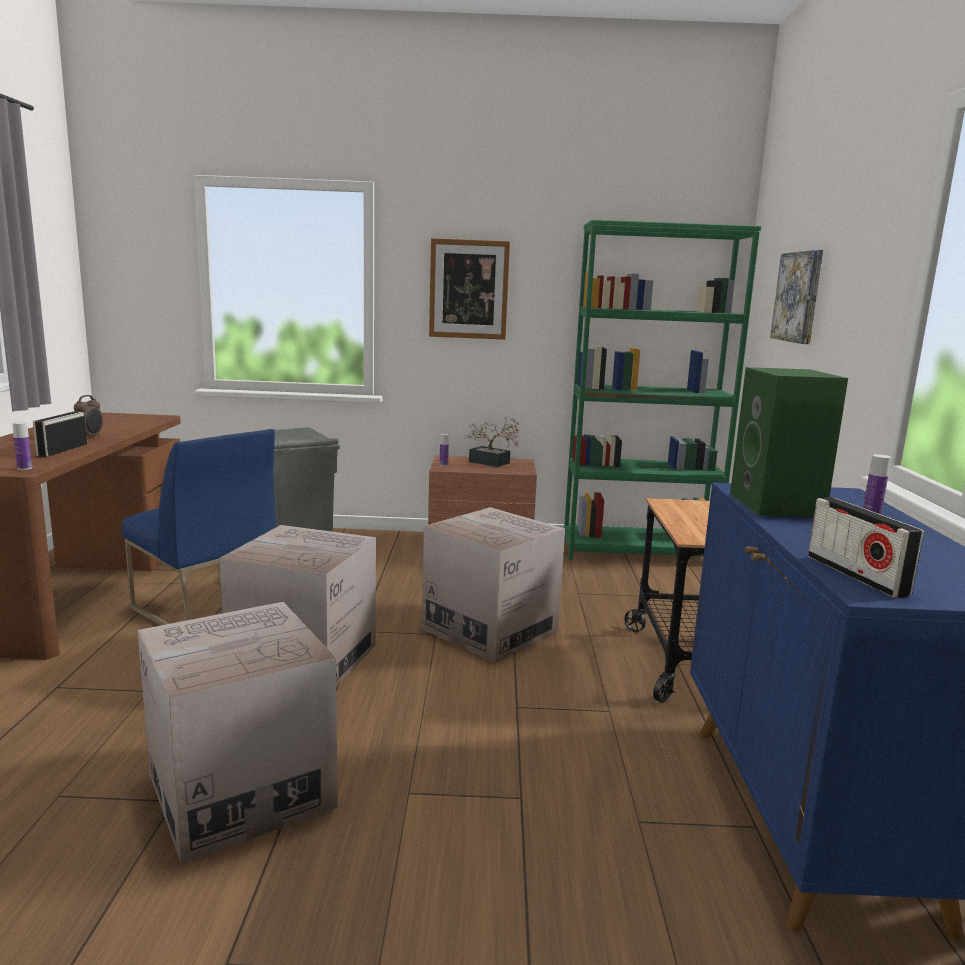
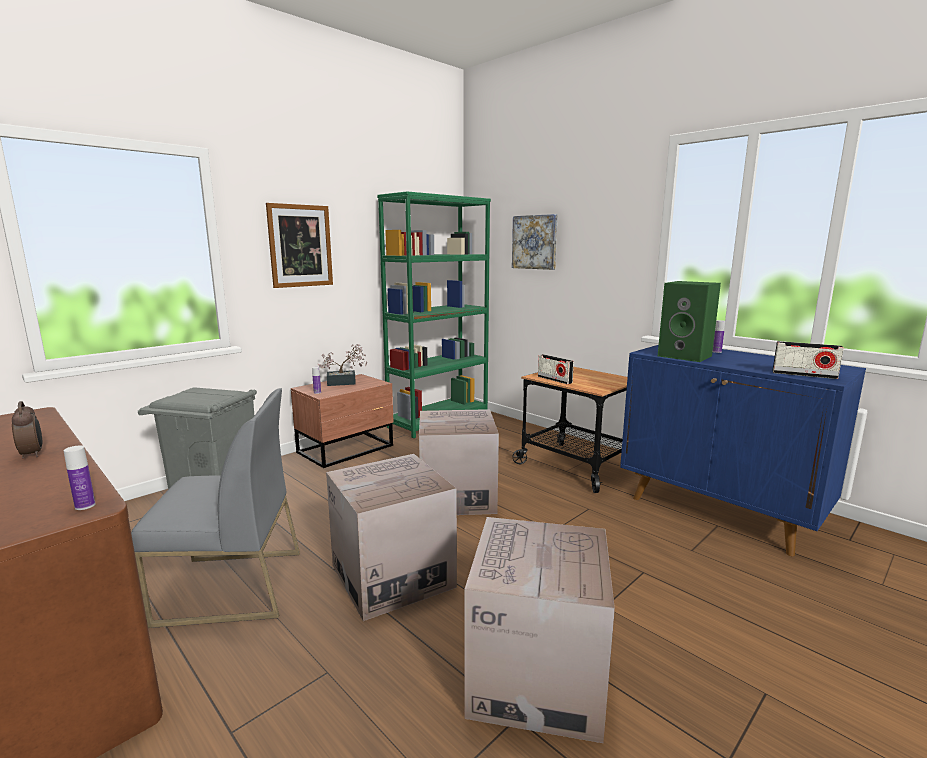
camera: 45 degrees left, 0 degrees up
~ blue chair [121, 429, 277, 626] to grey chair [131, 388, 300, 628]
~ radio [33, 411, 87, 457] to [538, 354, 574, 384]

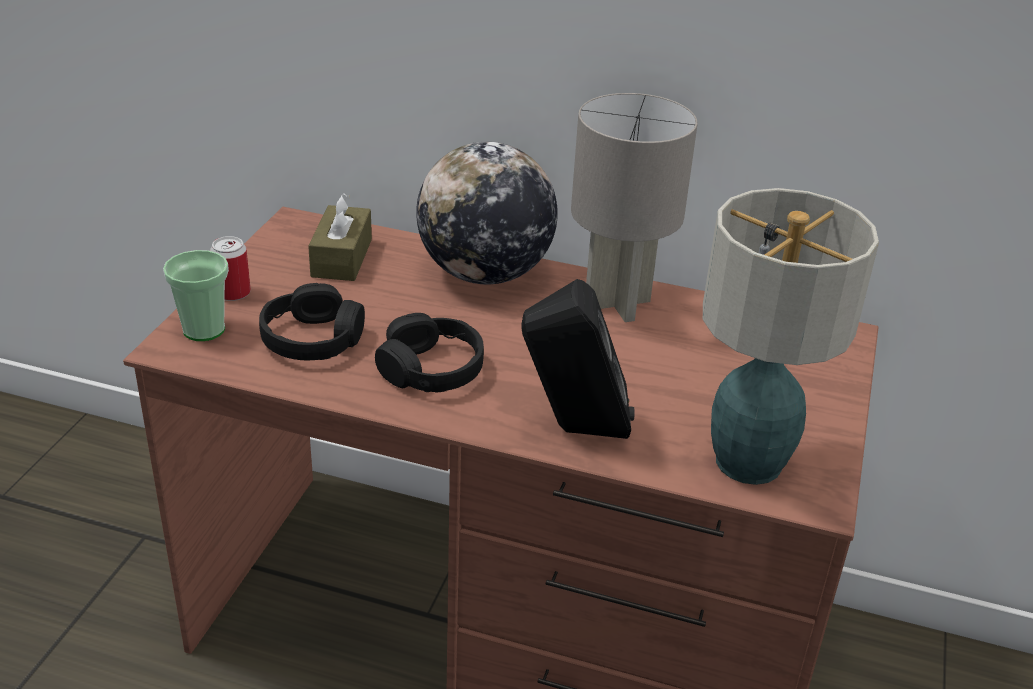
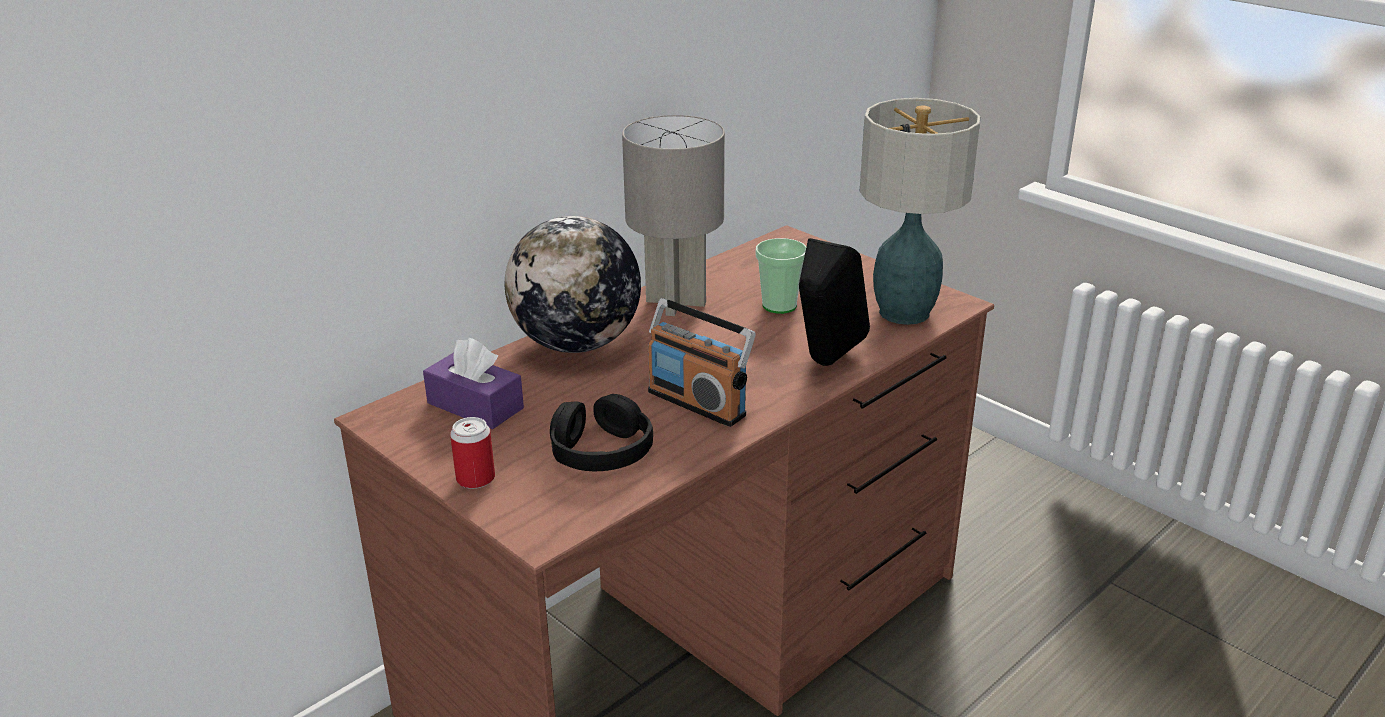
camera: 60 degrees left, 5 degrees down
~ brown tissue box [308, 193, 372, 281] to purple tissue box [423, 338, 524, 429]
~ black headphones [375, 313, 484, 393] to radio [648, 298, 756, 427]
~ cup [163, 250, 229, 341] to [756, 238, 806, 314]

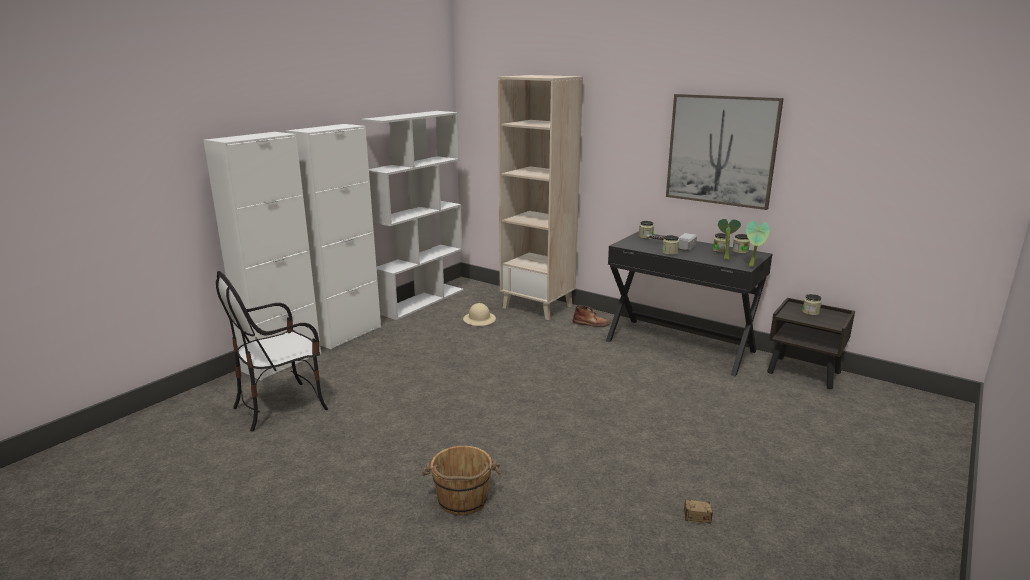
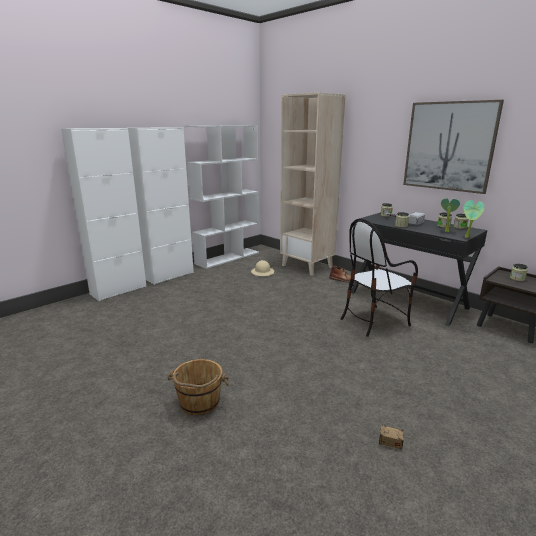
camera: 10 degrees right, 0 degrees up
~ chair [216, 271, 328, 432] to [341, 219, 418, 337]

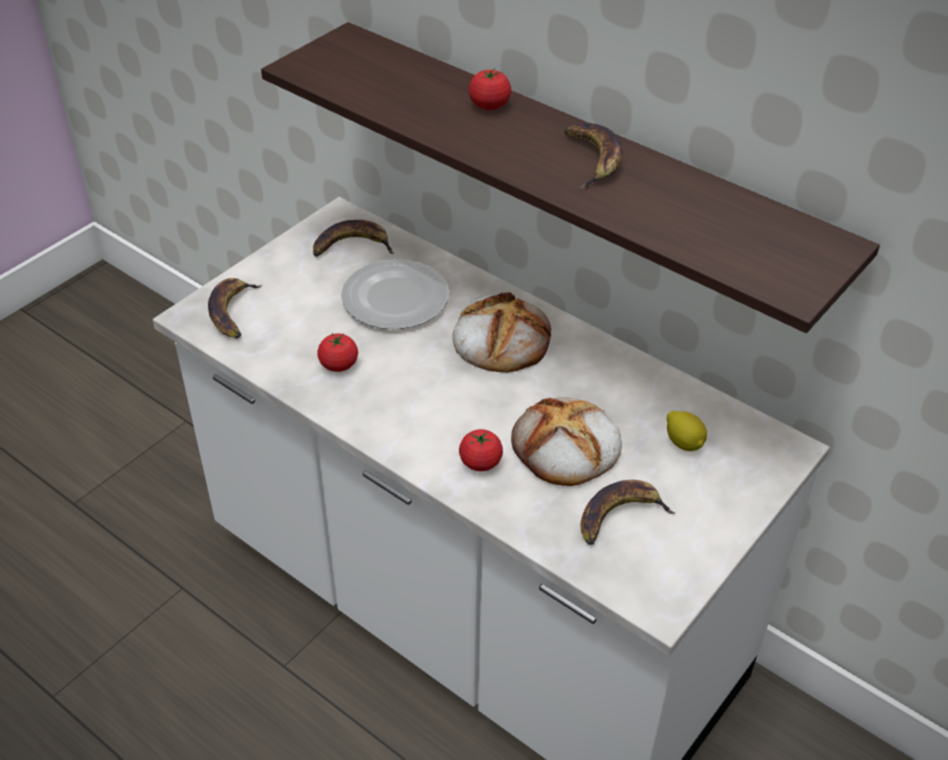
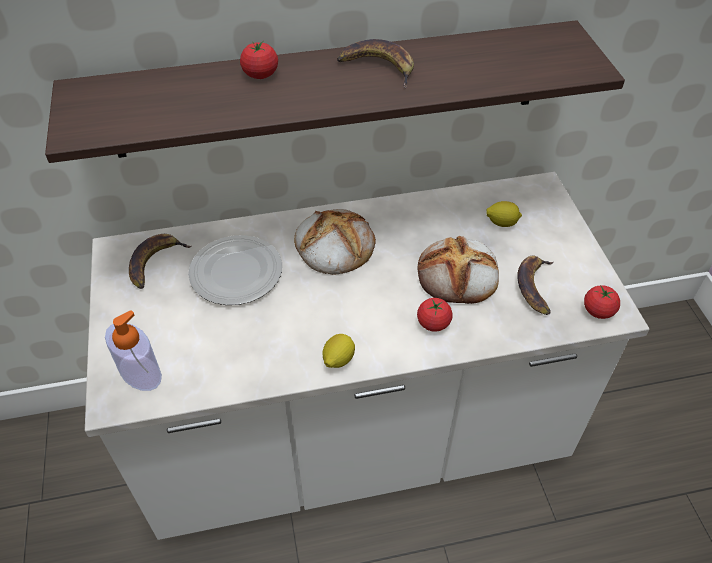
camera: 50 degrees left, 5 degrees up
~ banana [208, 278, 262, 339] to soap dispenser [105, 310, 162, 391]
+ lemon [322, 334, 355, 368]
~ tomato [317, 333, 358, 372] to [584, 285, 620, 319]

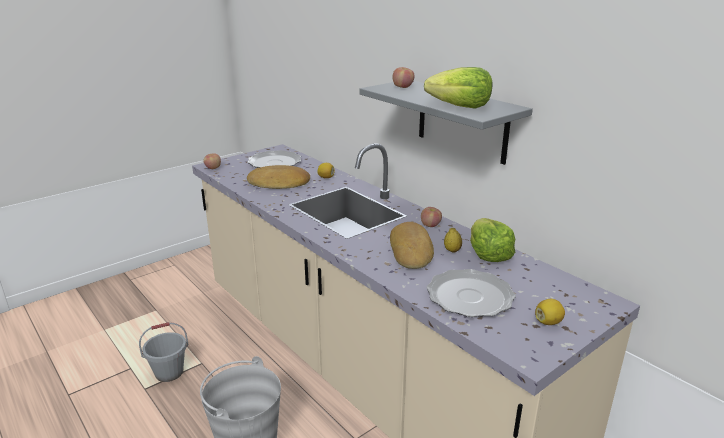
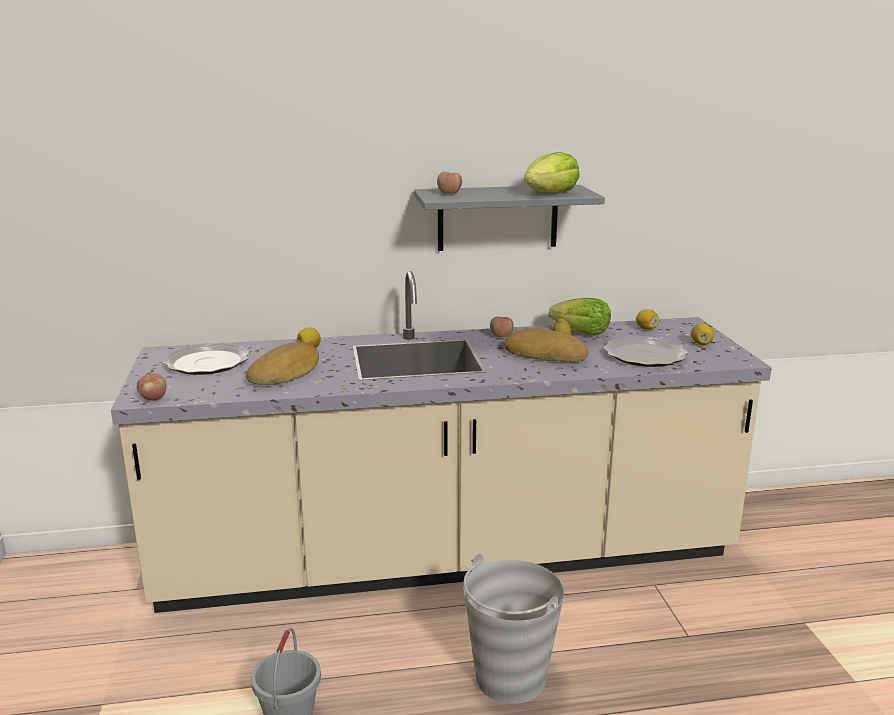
camera: 60 degrees left, 5 degrees down
+ lemon [636, 309, 659, 330]

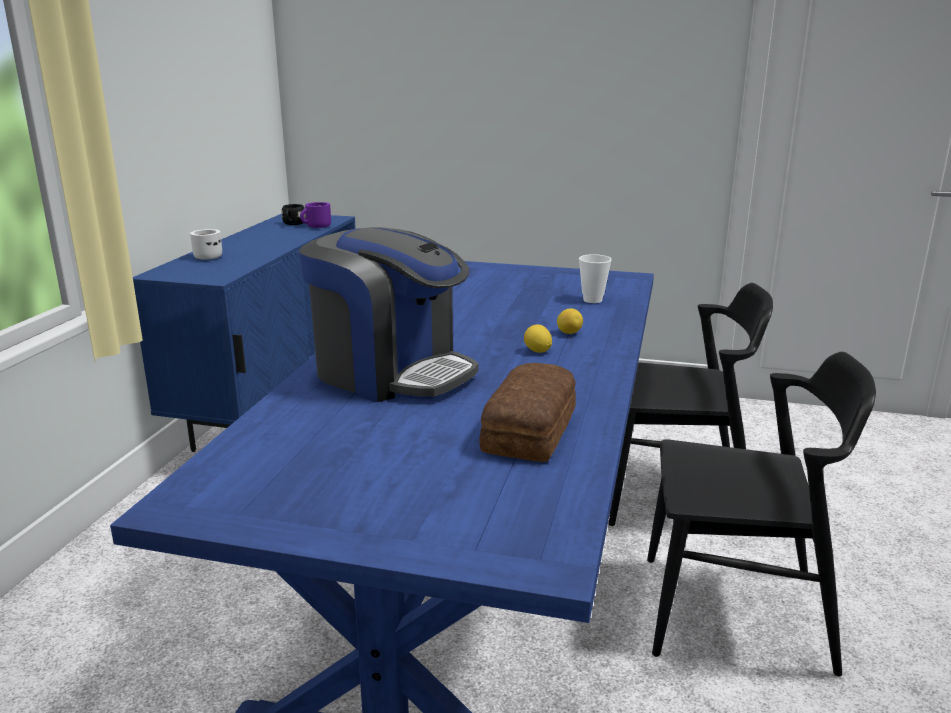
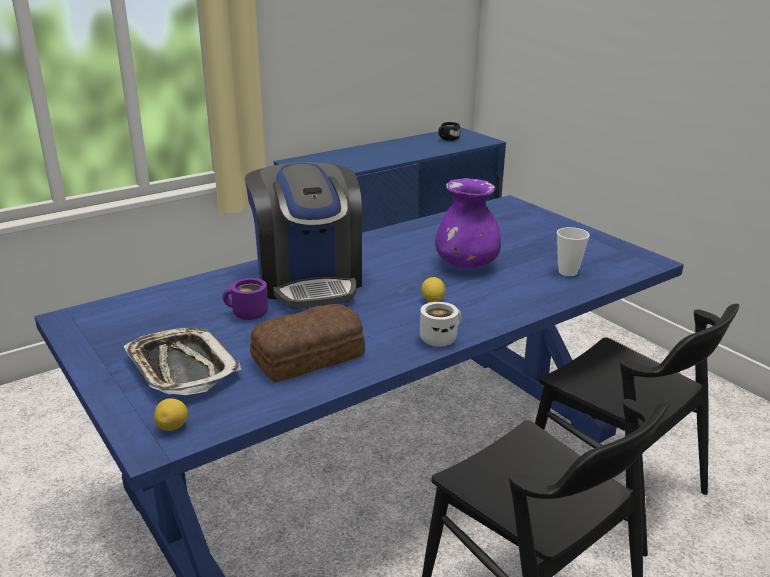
camera: 40 degrees right, 5 degrees up
+ tray [123, 327, 241, 395]
~ lemon [557, 309, 583, 334] to [154, 398, 188, 431]
~ purple mug [300, 202, 331, 228] to [223, 278, 268, 320]
~ white mug [190, 229, 222, 260] to [420, 302, 461, 347]
+ purple vase [435, 178, 501, 268]

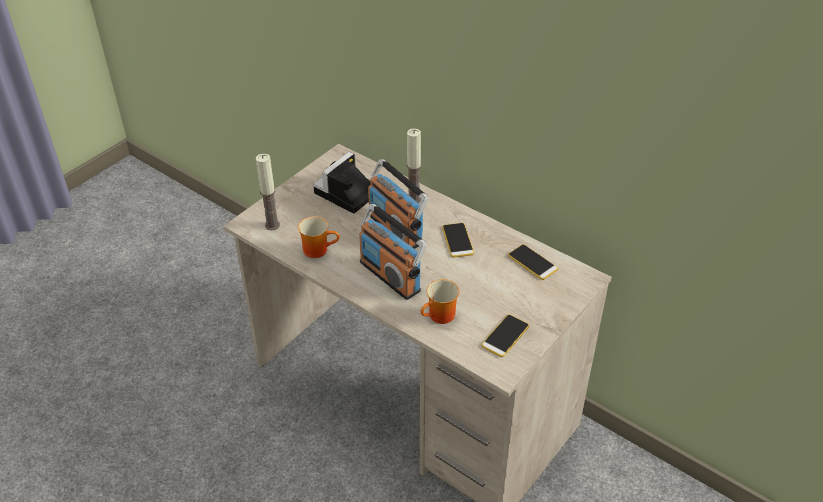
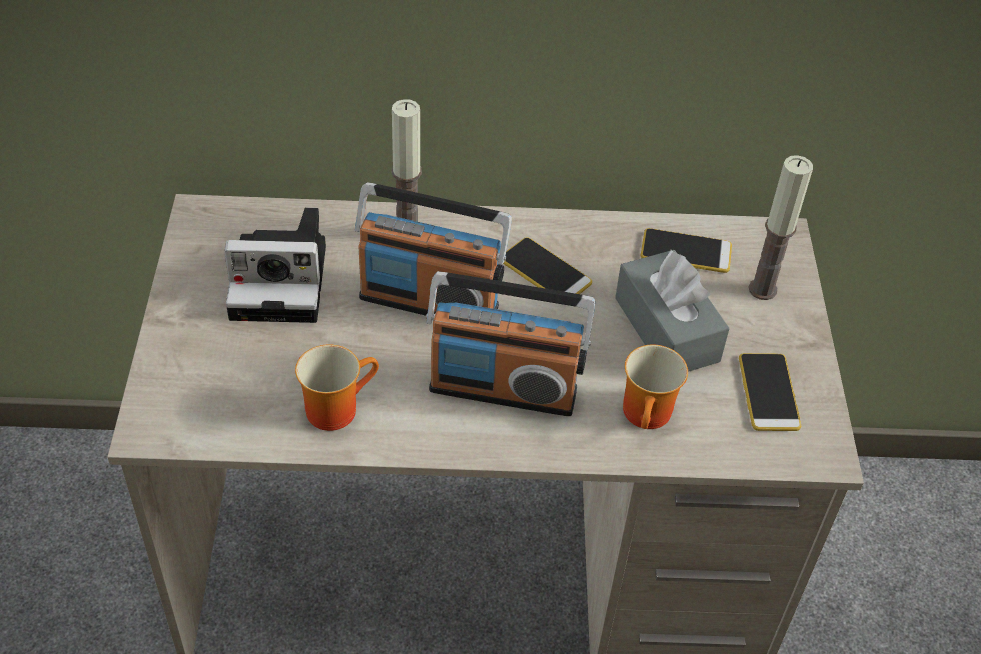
camera: 40 degrees left, 5 degrees up
~ photo camera [313, 152, 370, 214] = [224, 208, 326, 323] 90 degrees counterclockwise
+ grey tissue box [615, 250, 730, 372]
~ candle [256, 154, 280, 230] to [748, 155, 813, 300]

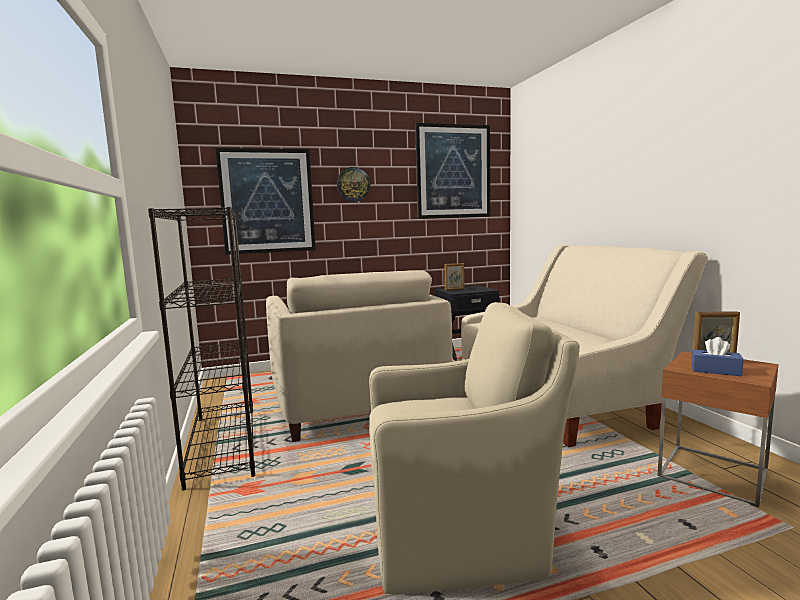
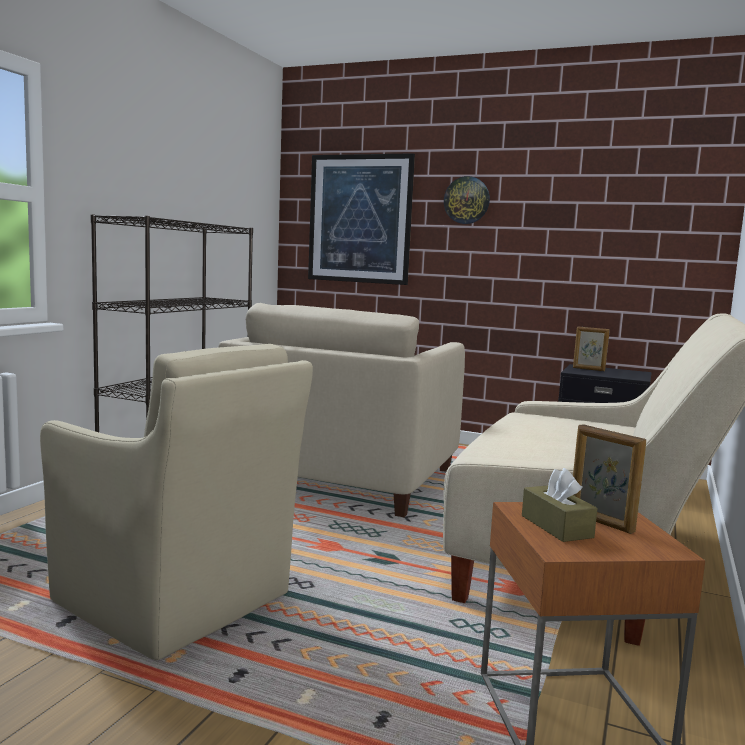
camera: 40 degrees right, 0 degrees up
~ blue tissue box [692, 337, 744, 376] to brown tissue box [522, 468, 597, 542]
- picture [415, 123, 490, 219]

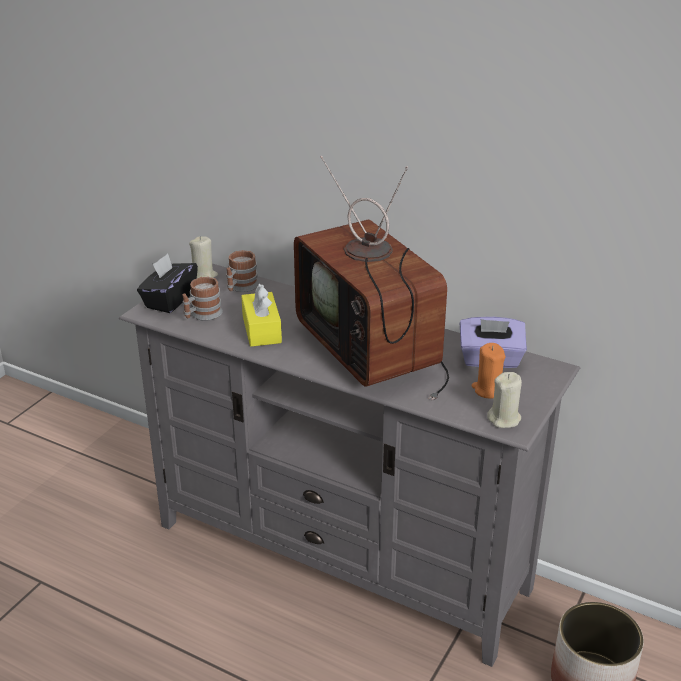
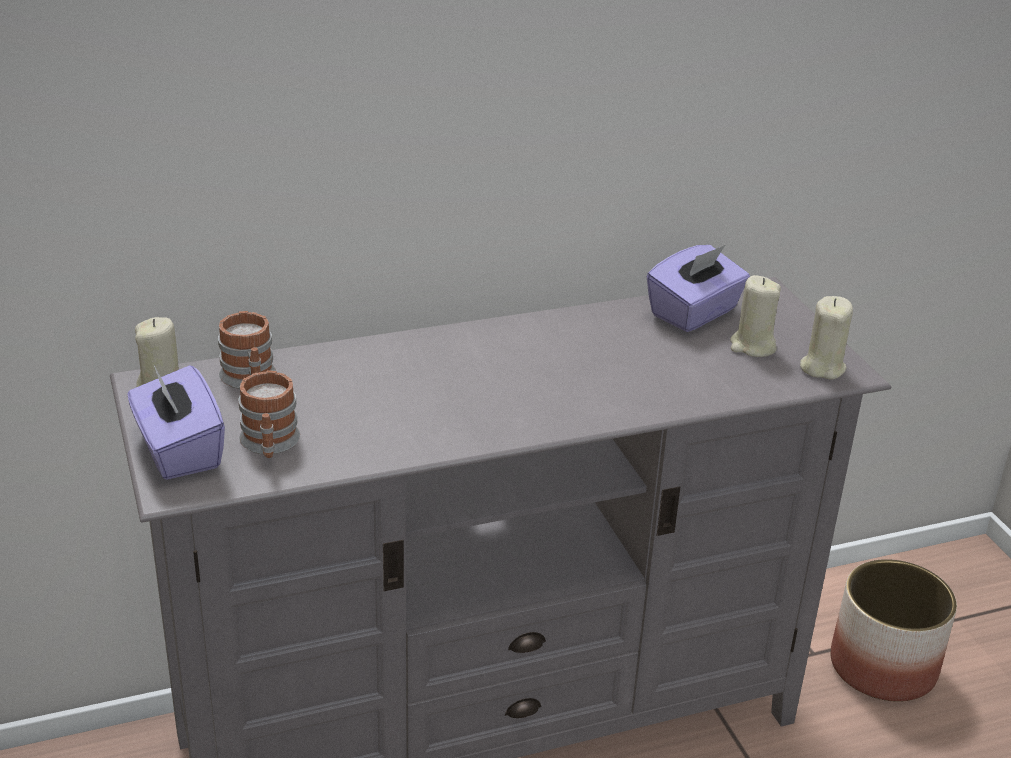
camera: 50 degrees left, 0 degrees up
~ black tissue box [137, 253, 198, 313] to purple tissue box [127, 365, 225, 480]
~ orange candle [472, 343, 505, 398] to beige candle [730, 275, 781, 357]
- yellow tissue box [241, 284, 282, 347]
- television [294, 155, 449, 400]

